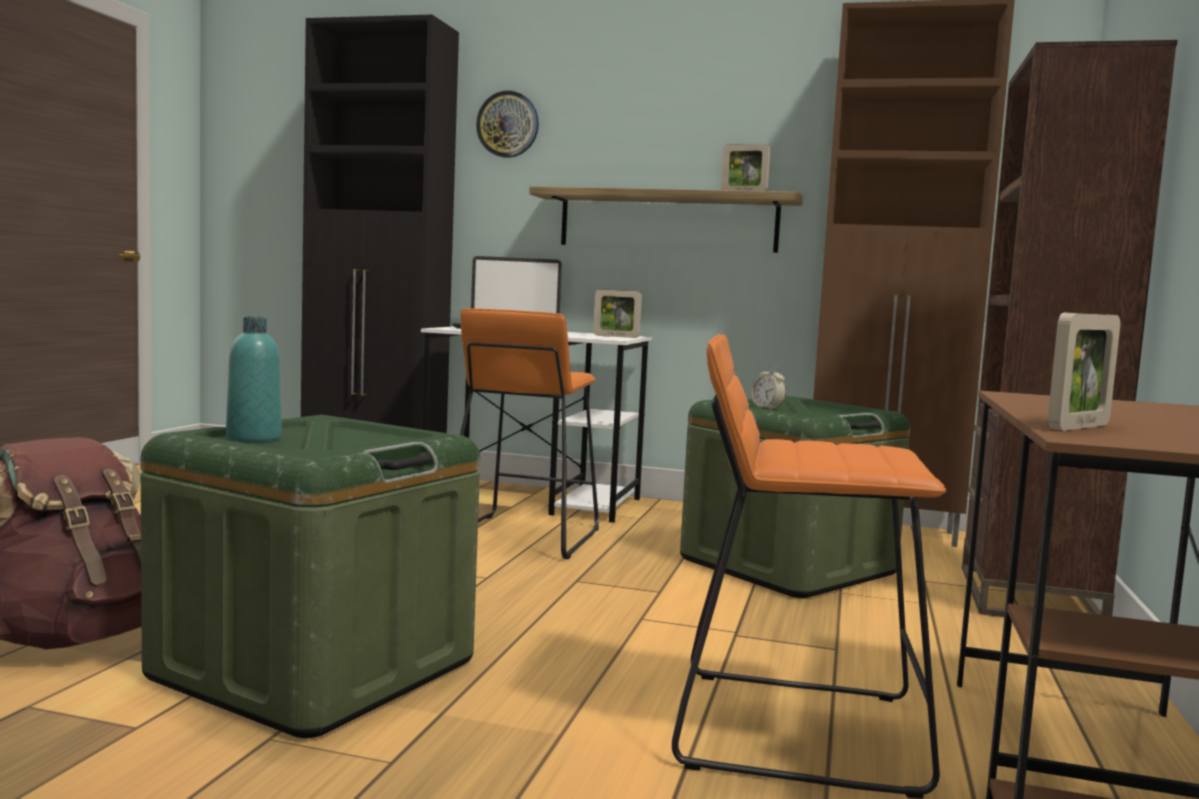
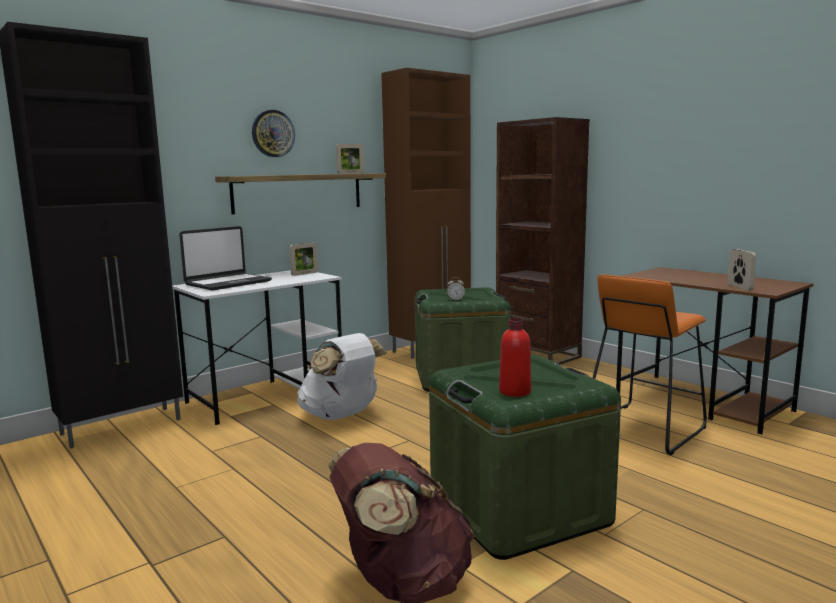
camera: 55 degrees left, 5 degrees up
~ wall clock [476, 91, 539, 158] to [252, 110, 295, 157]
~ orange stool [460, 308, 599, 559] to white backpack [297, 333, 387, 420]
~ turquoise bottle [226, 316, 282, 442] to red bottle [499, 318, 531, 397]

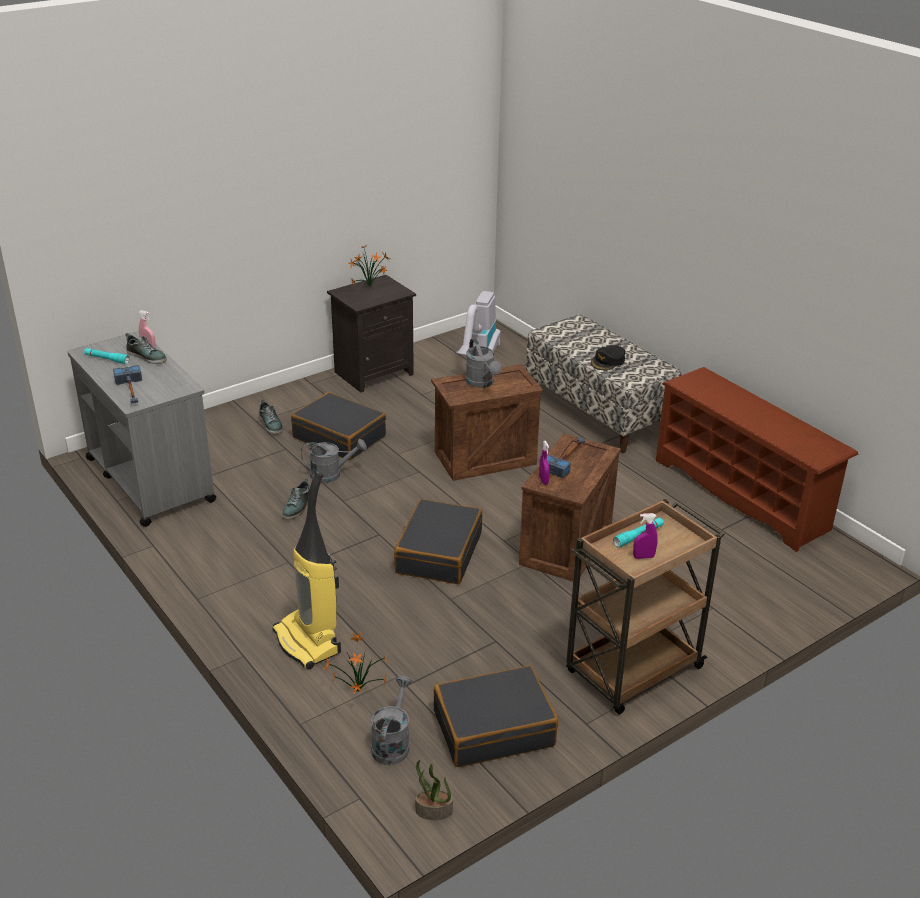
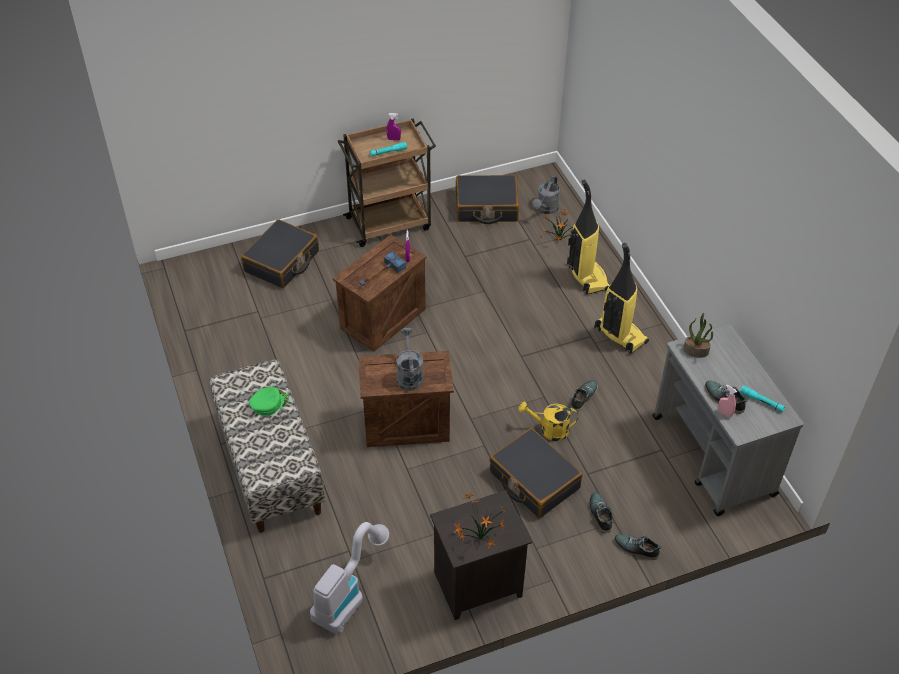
camera: 165 degrees left, 15 degrees up
~ black suitcase [394, 499, 482, 584] to [241, 219, 319, 288]
~ black cap [591, 345, 625, 370] to green cap [249, 387, 289, 416]
~ grey watering can [301, 439, 367, 483] to yellow watering can [519, 401, 578, 441]
+ vacuum cleaner [594, 243, 649, 354]
+ shoe [614, 534, 662, 560]
~ potted plant [415, 760, 453, 820] to [683, 313, 713, 358]
- hammer [113, 365, 142, 404]
- brown shoe rack [656, 367, 858, 552]

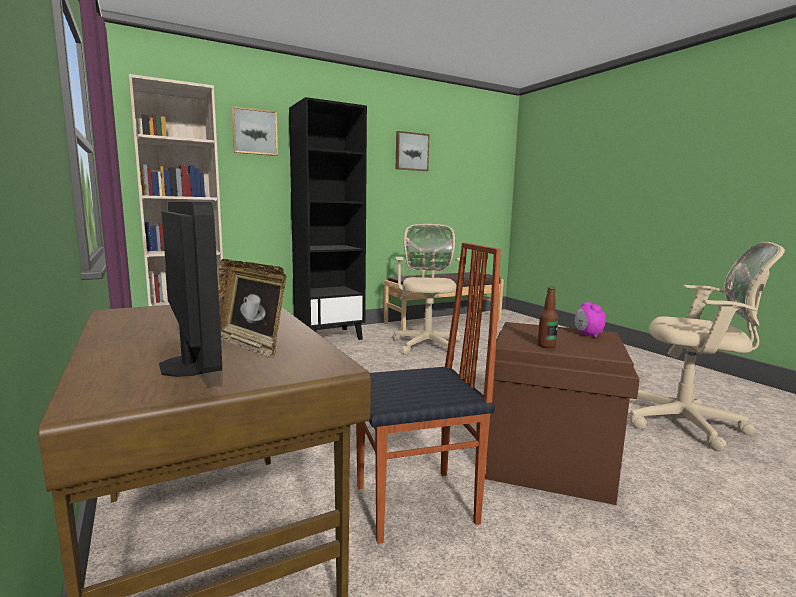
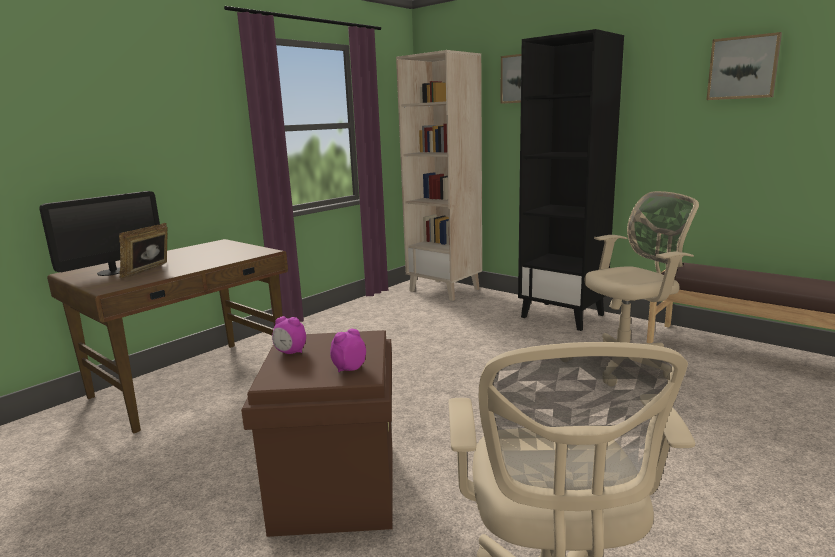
camera: 70 degrees right, 5 degrees up
~ bottle [538, 286, 558, 348] to alarm clock [272, 316, 306, 354]
- chair [356, 242, 501, 544]

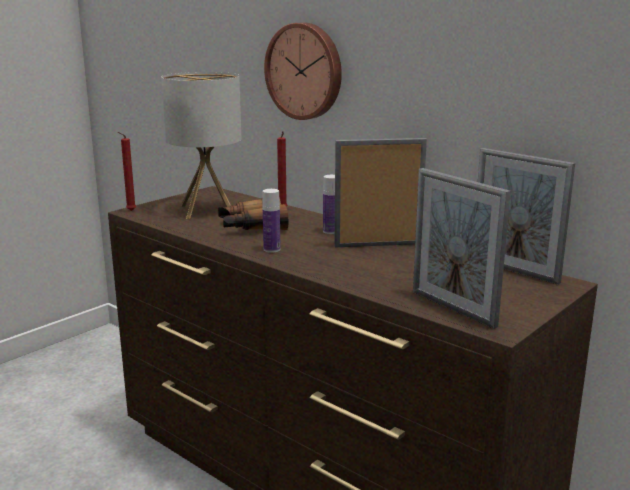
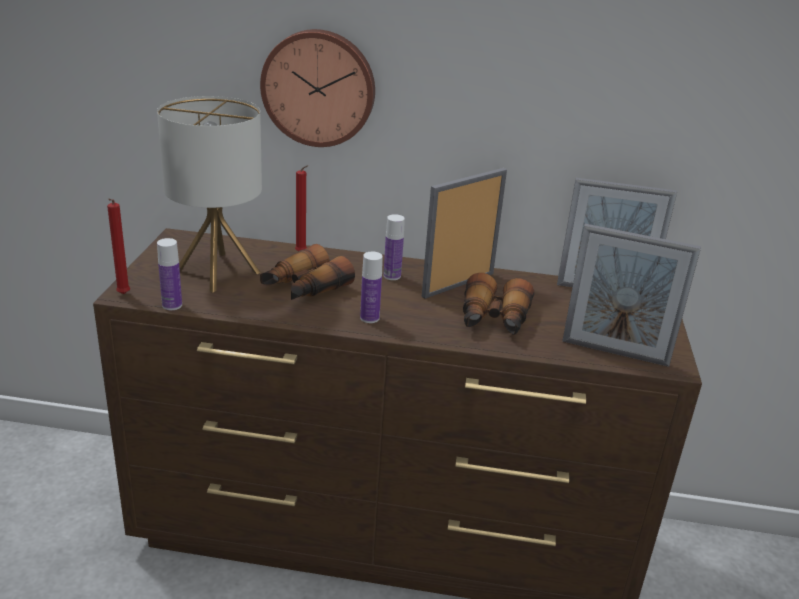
camera: 35 degrees left, 10 degrees up
+ bottle [157, 238, 182, 310]
+ binoculars [463, 273, 534, 335]

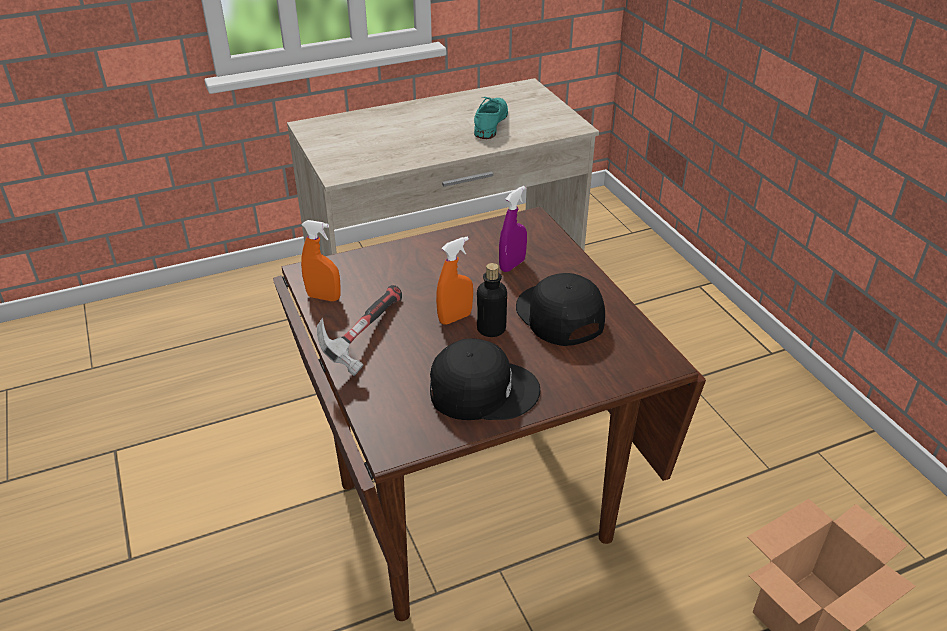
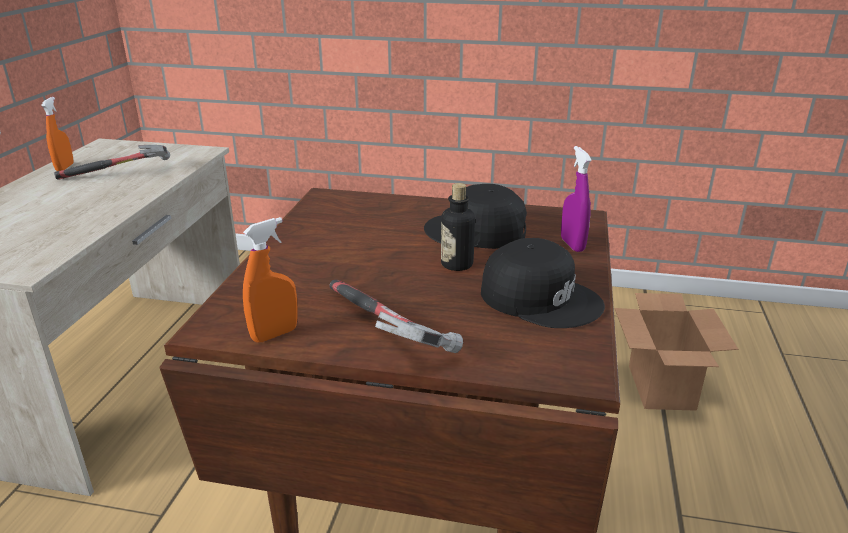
camera: 55 degrees left, 10 degrees down
~ orange spray bottle [436, 237, 473, 324] to [41, 97, 74, 171]
~ turquoise shoe [474, 97, 508, 139] to hammer [54, 145, 170, 180]
~ black cap [430, 338, 540, 420] = [481, 238, 605, 328] 90 degrees clockwise
~ purple spray bottle [499, 186, 527, 272] to [561, 146, 592, 252]

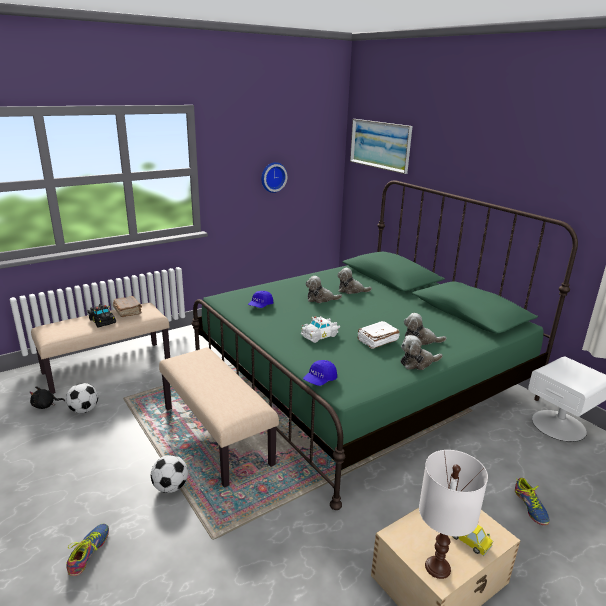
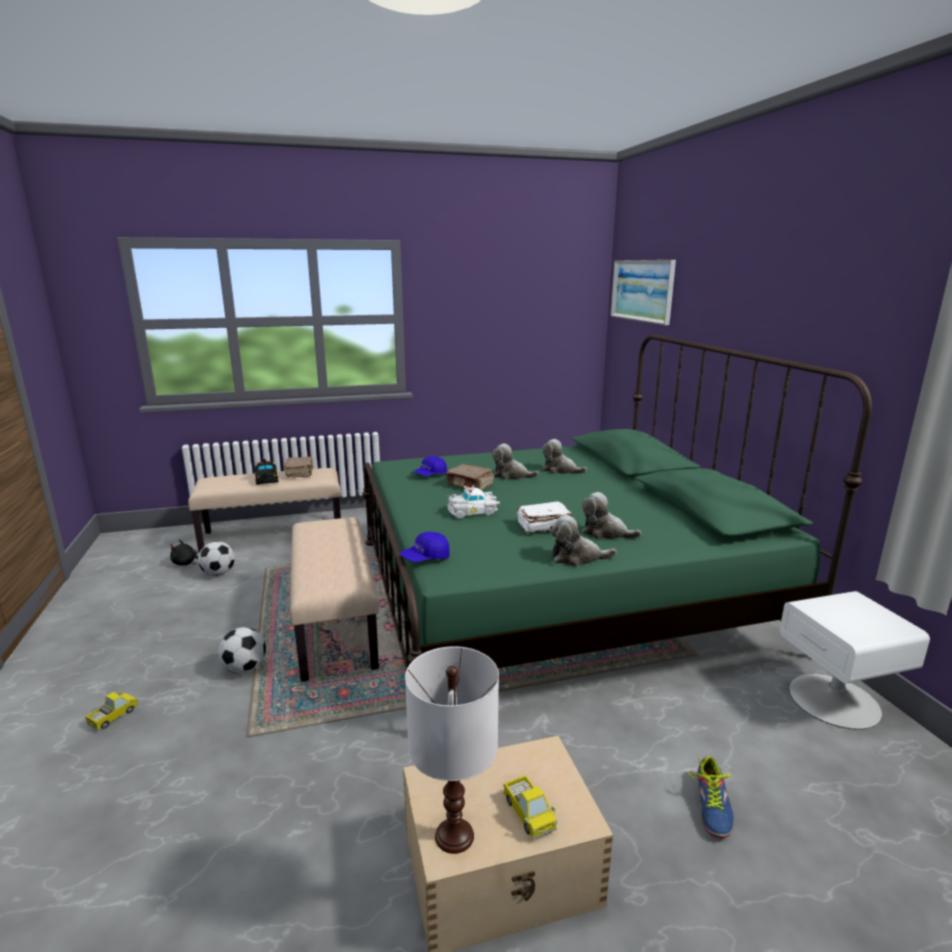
camera: 20 degrees right, 5 degrees down
~ shoe [66, 524, 109, 576] to toy truck [85, 692, 139, 731]
+ brown book [445, 464, 494, 490]
- wall clock [261, 162, 287, 193]

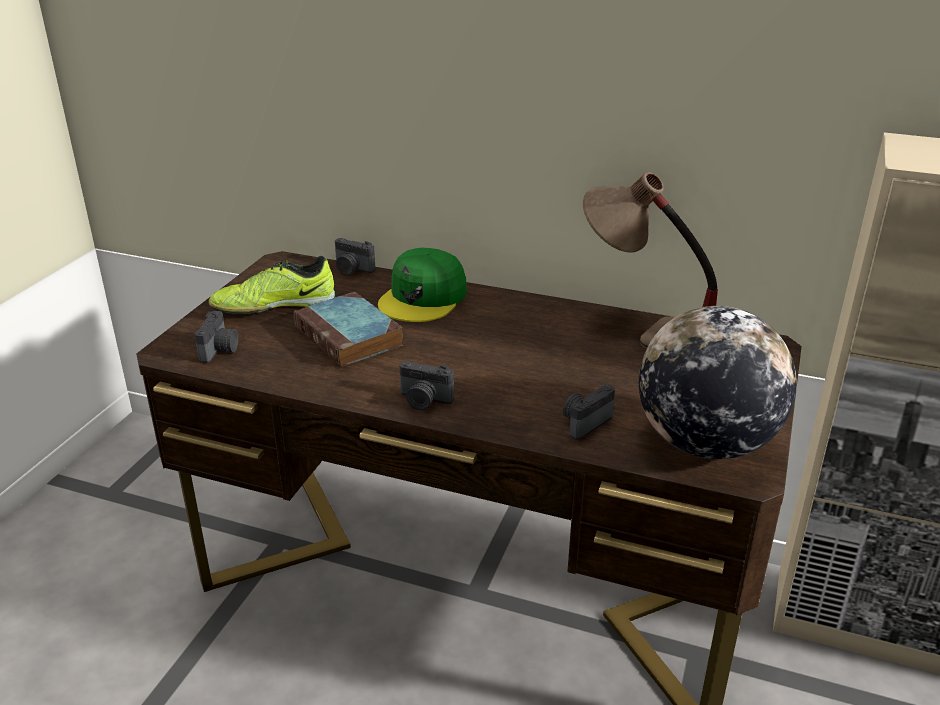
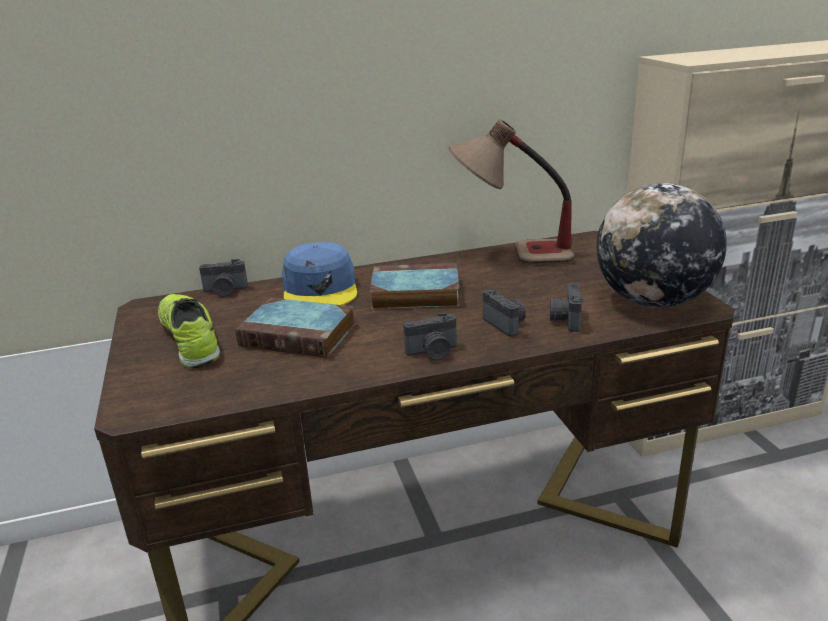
camera: 35 degrees left, 5 degrees down
~ shoe [209, 256, 335, 314] = [158, 294, 221, 368] 120 degrees clockwise
~ green cap [378, 247, 467, 322] to blue cap [282, 242, 357, 305]
+ book [369, 263, 460, 309]
~ photo camera [195, 311, 239, 363] to [483, 290, 526, 337]

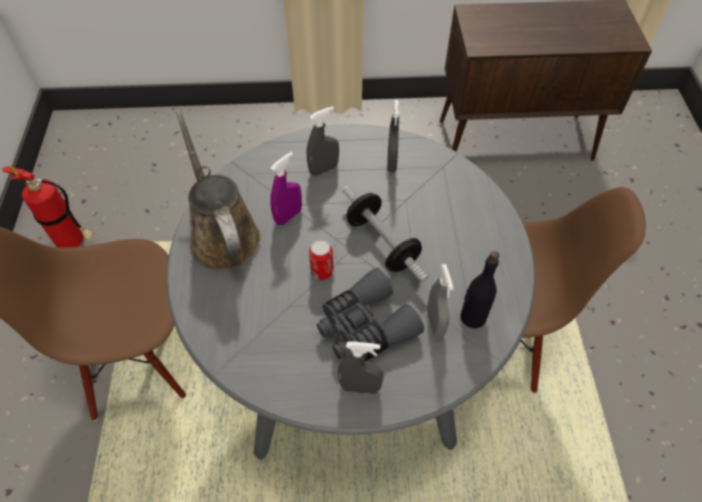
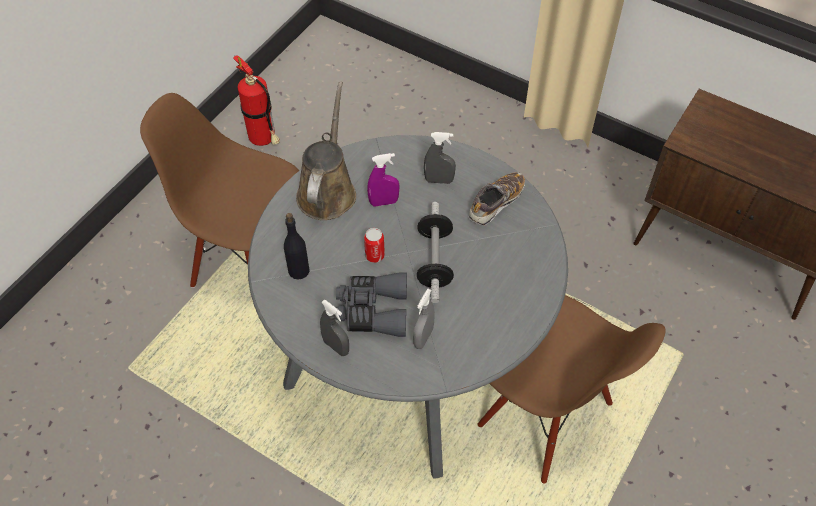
camera: 35 degrees right, 0 degrees up
~ black bottle [460, 251, 499, 328] to [284, 213, 310, 279]
~ grey spray bottle [387, 100, 399, 172] to shoe [468, 172, 525, 226]

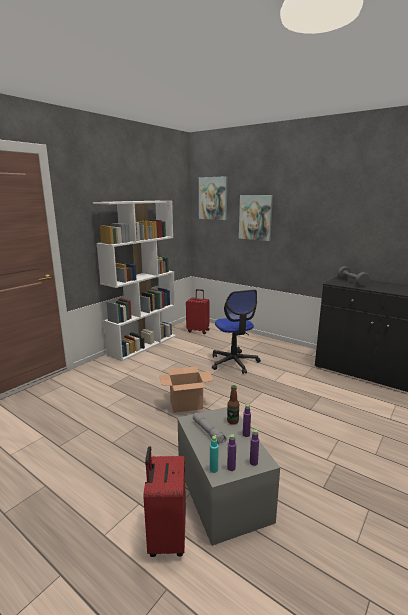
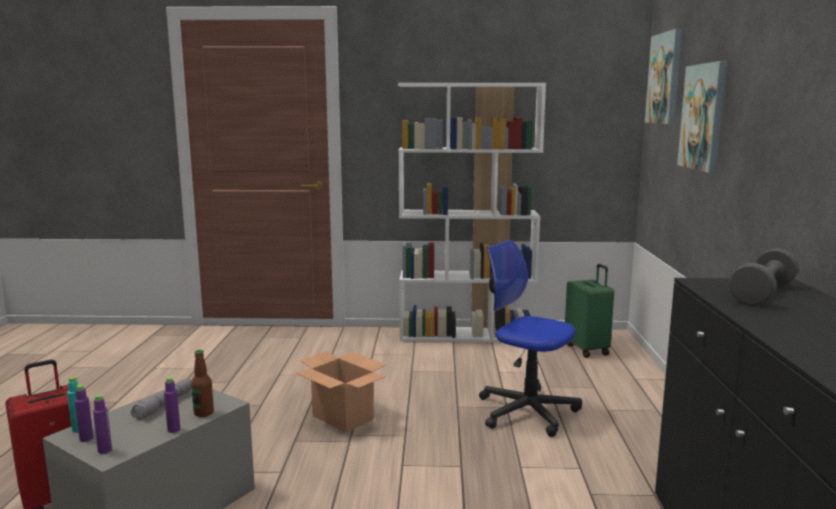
camera: 55 degrees right, 5 degrees down
~ office chair [212, 290, 261, 374] = [479, 240, 582, 437] 90 degrees clockwise
~ red suitcase [186, 289, 209, 334] to green suitcase [565, 264, 614, 358]

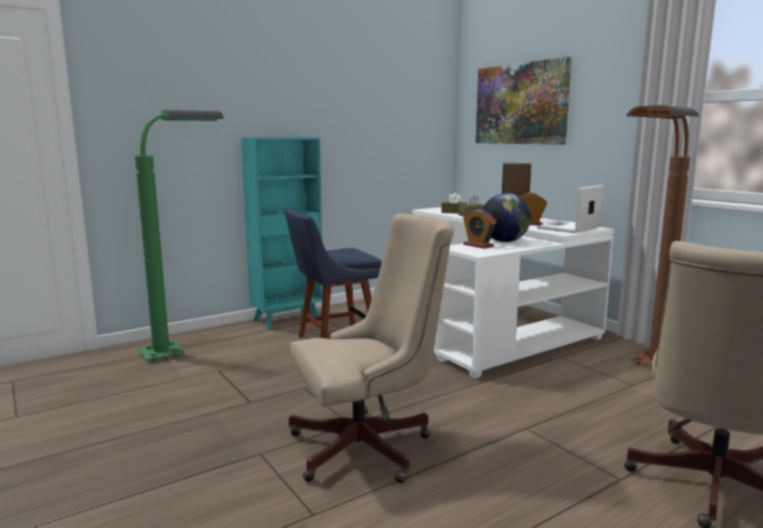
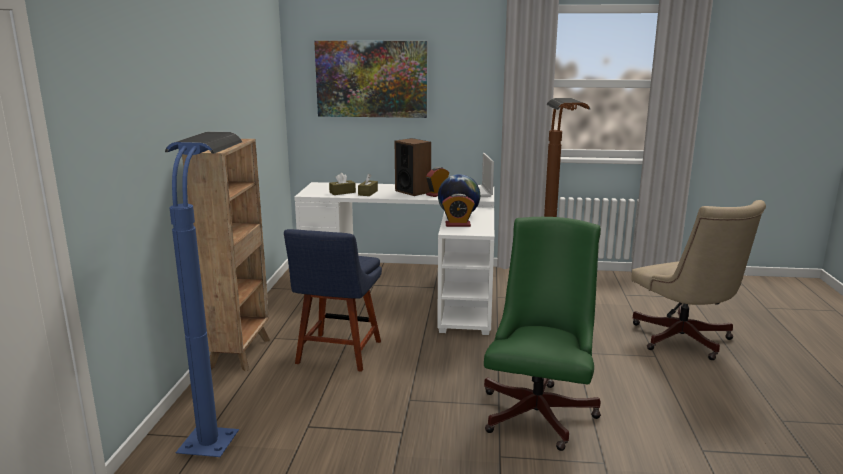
camera: 50 degrees left, 5 degrees up
~ green floor lamp [135, 110, 224, 361] to blue floor lamp [165, 132, 242, 457]
~ turquoise bookcase [241, 137, 323, 329] to brown bookcase [182, 139, 270, 371]
~ beige office chair [289, 213, 454, 483] to green office chair [484, 217, 601, 451]

